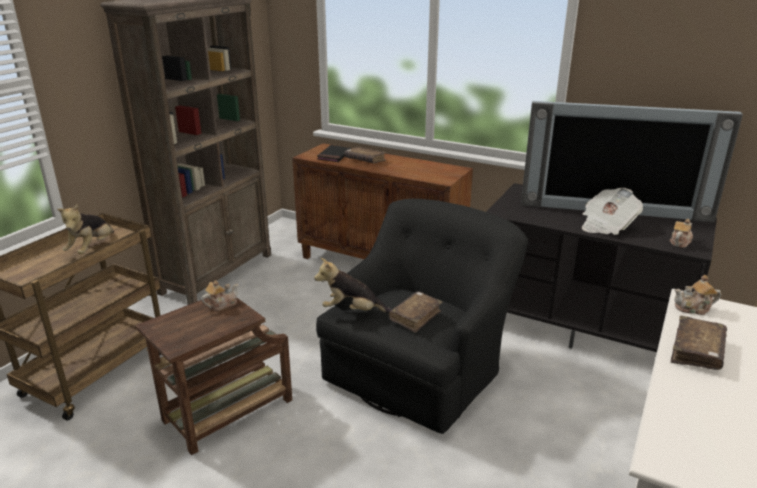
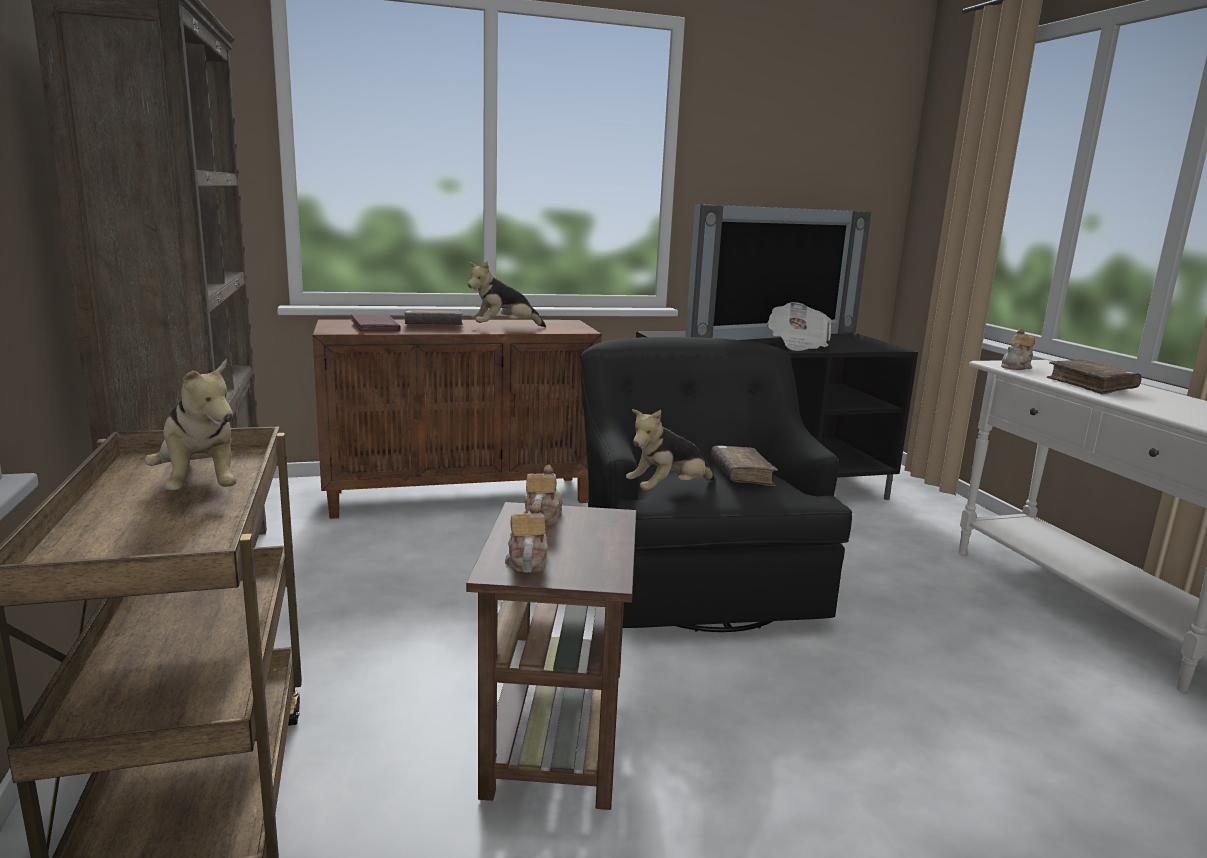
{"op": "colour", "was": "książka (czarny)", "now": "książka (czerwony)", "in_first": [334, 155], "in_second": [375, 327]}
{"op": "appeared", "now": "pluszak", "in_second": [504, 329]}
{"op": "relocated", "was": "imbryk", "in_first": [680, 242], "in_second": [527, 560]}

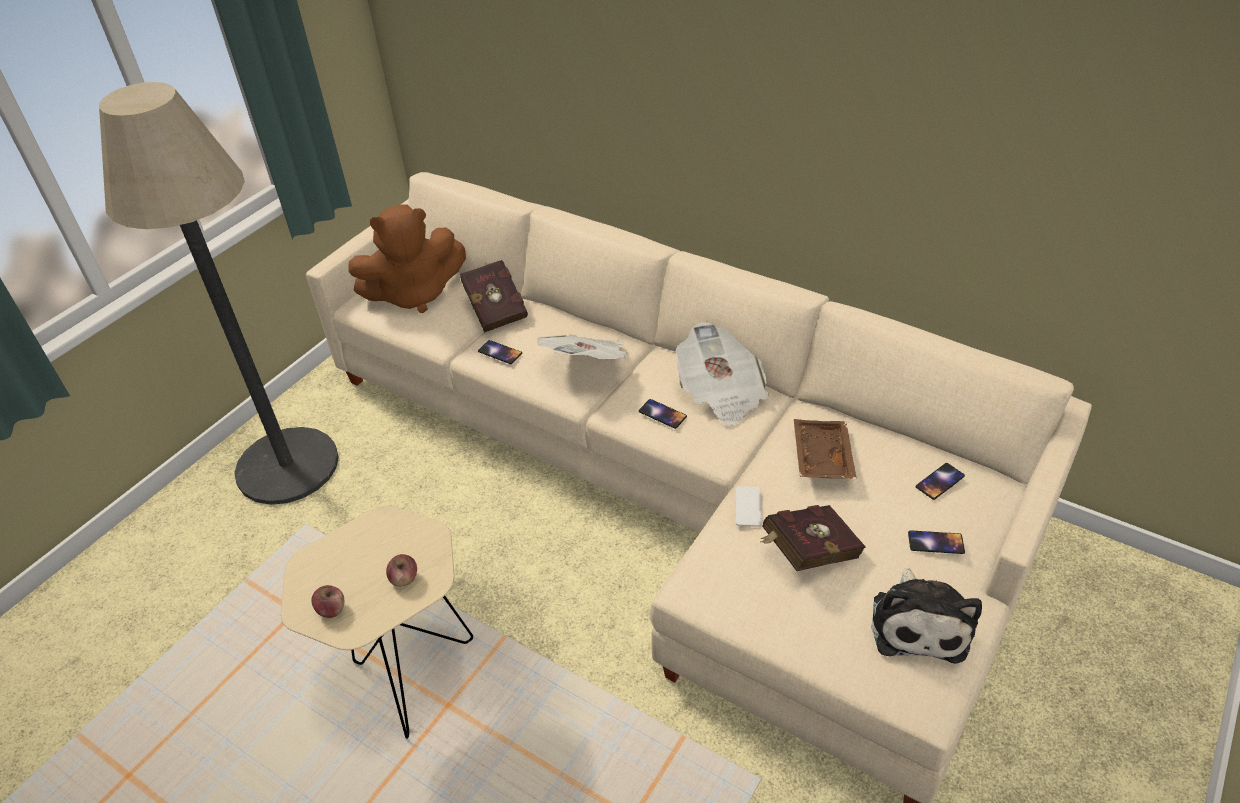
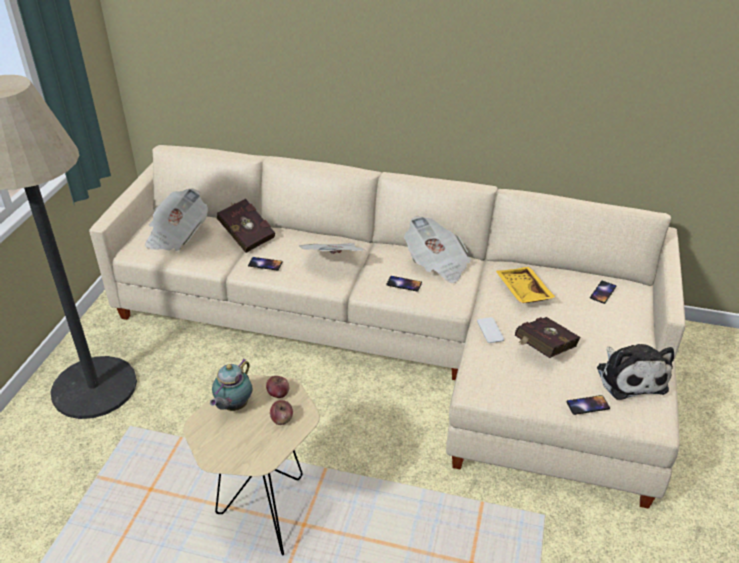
{"op": "exchanged", "was": "pluszak (brązowy)", "now": "gazeta", "in_first": [414, 294], "in_second": [177, 235]}
{"op": "appeared", "now": "imbryk", "in_second": [233, 406]}
{"op": "relocated", "was": "jabłko", "in_first": [332, 609], "in_second": [278, 393]}
{"op": "colour", "was": "taca (brązowy)", "now": "taca (żółty)", "in_first": [820, 457], "in_second": [522, 292]}
{"op": "relocated", "was": "telefon", "in_first": [935, 542], "in_second": [587, 405]}

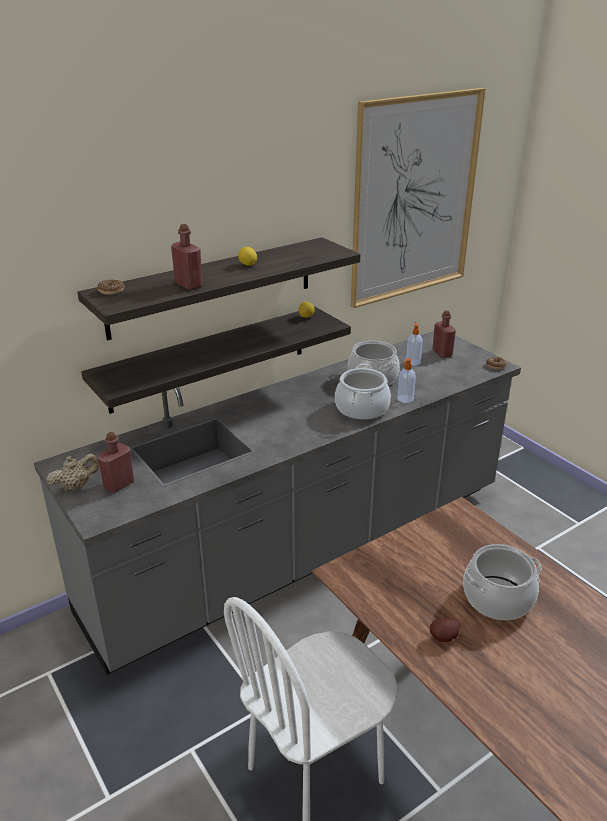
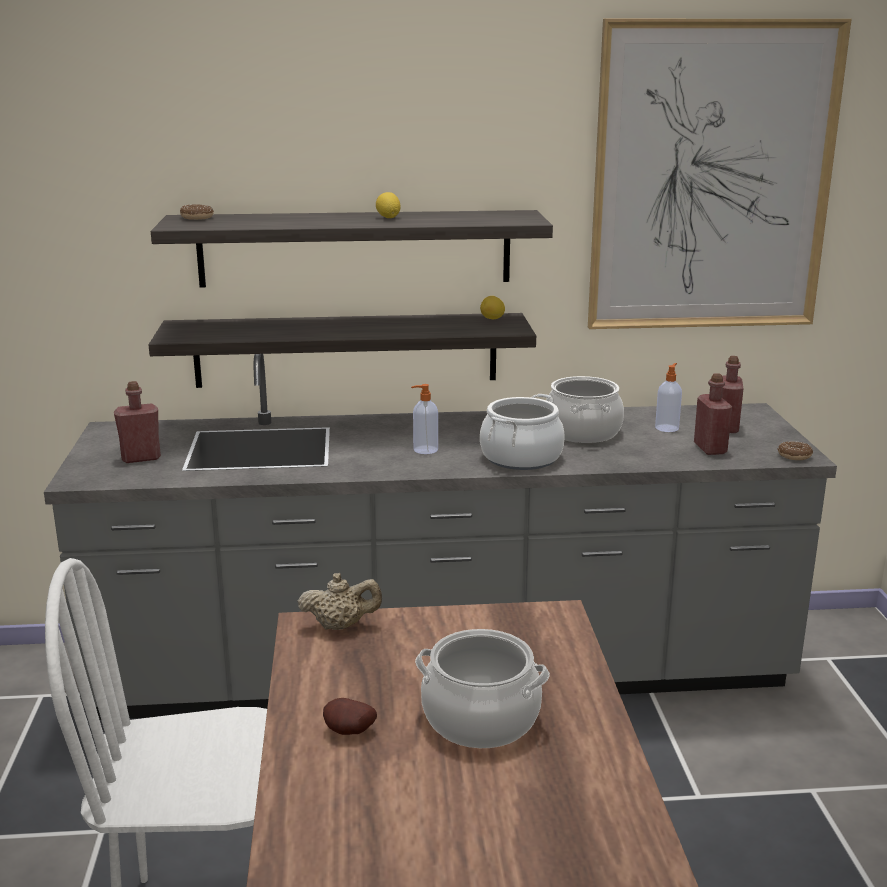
{"op": "relocated", "was": "imbryk (beżowy)", "in_first": [76, 486], "in_second": [341, 626]}
{"op": "relocated", "was": "dozownik mydła", "in_first": [405, 399], "in_second": [424, 450]}
{"op": "relocated", "was": "butelka (czerwony)", "in_first": [188, 285], "in_second": [710, 449]}

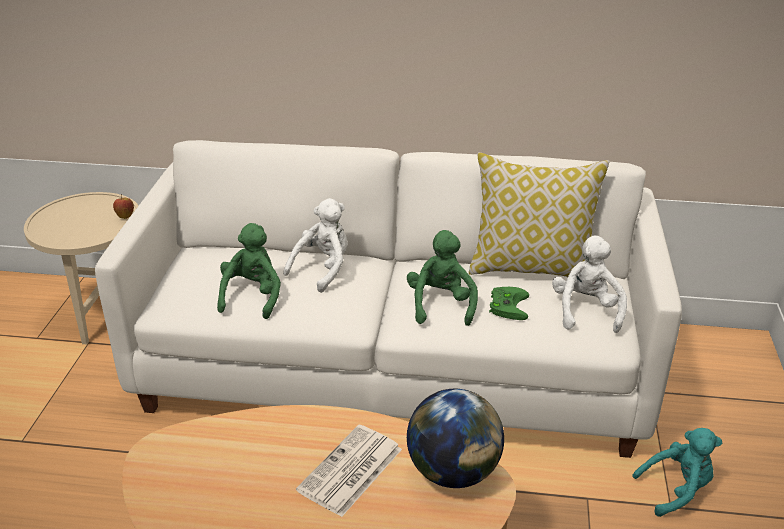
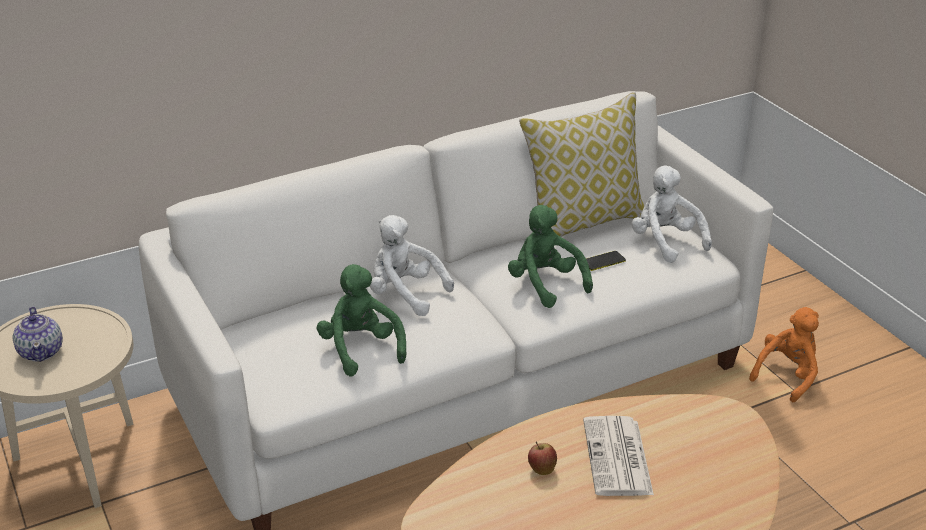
{"op": "appeared", "now": "imbryk", "in_second": [41, 351]}
{"op": "spun", "was": "pluszak (biały)", "in_first": [323, 269], "in_second": [405, 294], "clockwise": -60}
{"op": "relocated", "was": "jabłko", "in_first": [125, 216], "in_second": [541, 469]}
{"op": "exchanged", "was": "pad do gier (zielony)", "now": "telefon", "in_first": [507, 305], "in_second": [603, 261]}
{"op": "colour", "was": "pluszak (turkusowy)", "now": "pluszak (pomarańczowy)", "in_first": [676, 489], "in_second": [787, 376]}
{"op": "missing", "was": "globus", "in_first": [453, 472]}

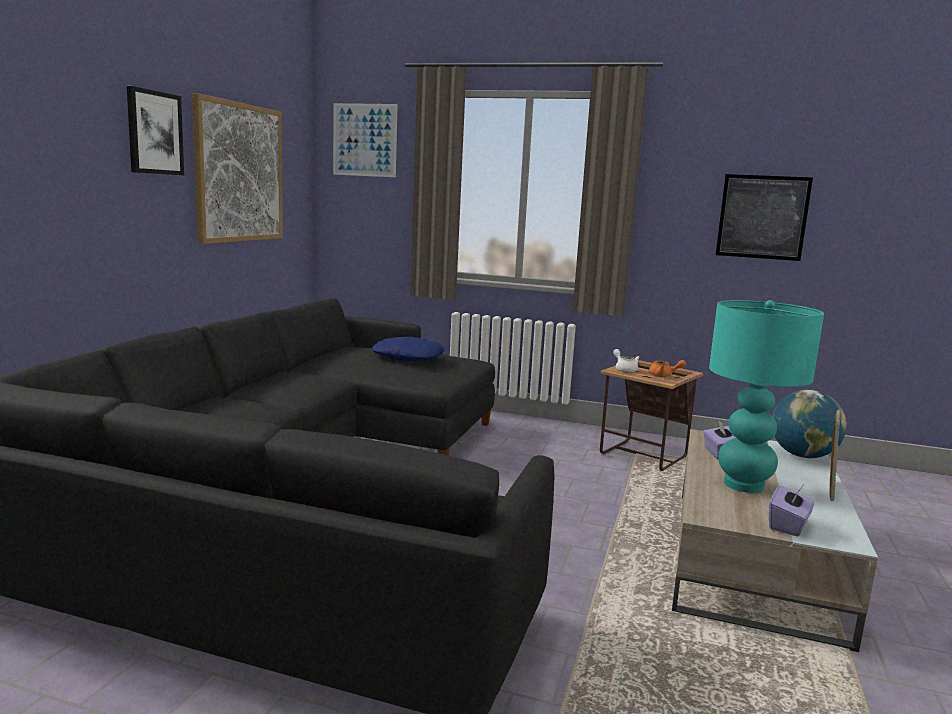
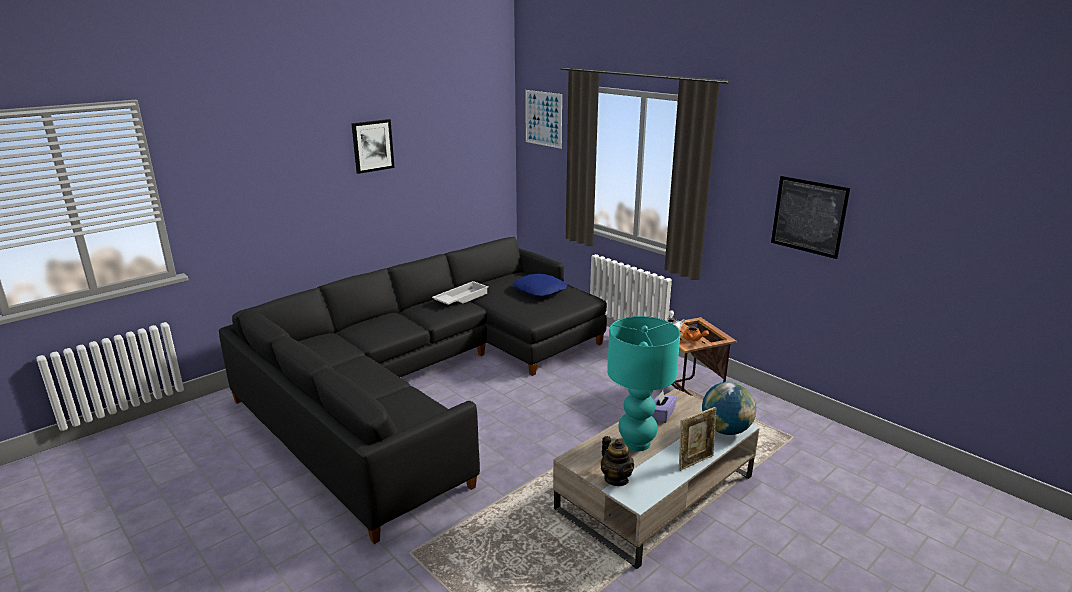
{"op": "appeared", "now": "taca (biały)", "in_second": [461, 298]}
{"op": "exchanged", "was": "pudełko chusteczek (fioletowy)", "now": "imbryk", "in_first": [788, 526], "in_second": [616, 479]}
{"op": "missing", "was": "obraz", "in_first": [239, 173]}

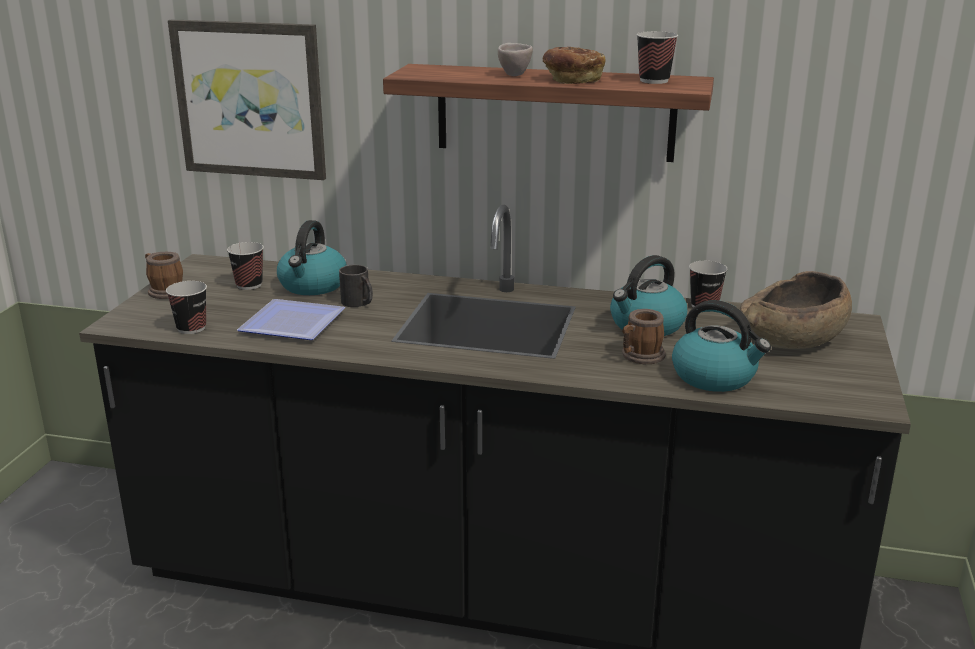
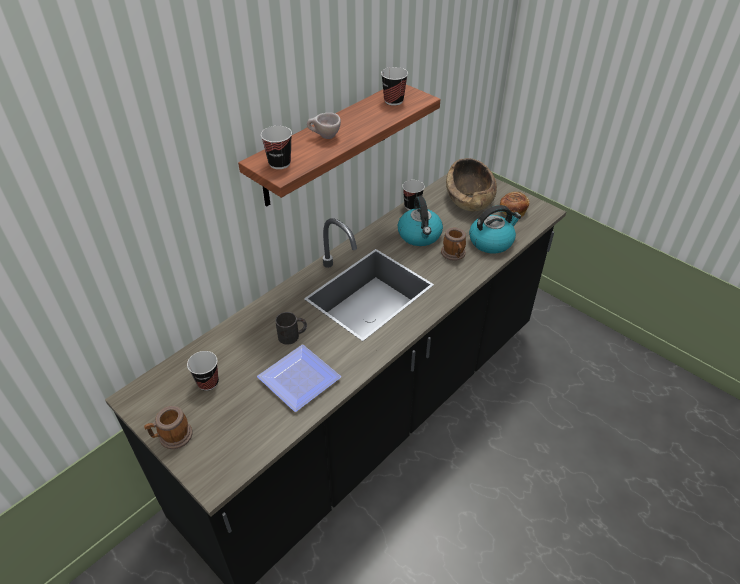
{"op": "relocated", "was": "filiżanka", "in_first": [191, 328], "in_second": [279, 163]}
{"op": "relocated", "was": "chleb", "in_first": [571, 80], "in_second": [512, 211]}
{"op": "missing", "was": "obraz", "in_first": [250, 99]}
{"op": "missing", "was": "czajnik", "in_first": [313, 285]}

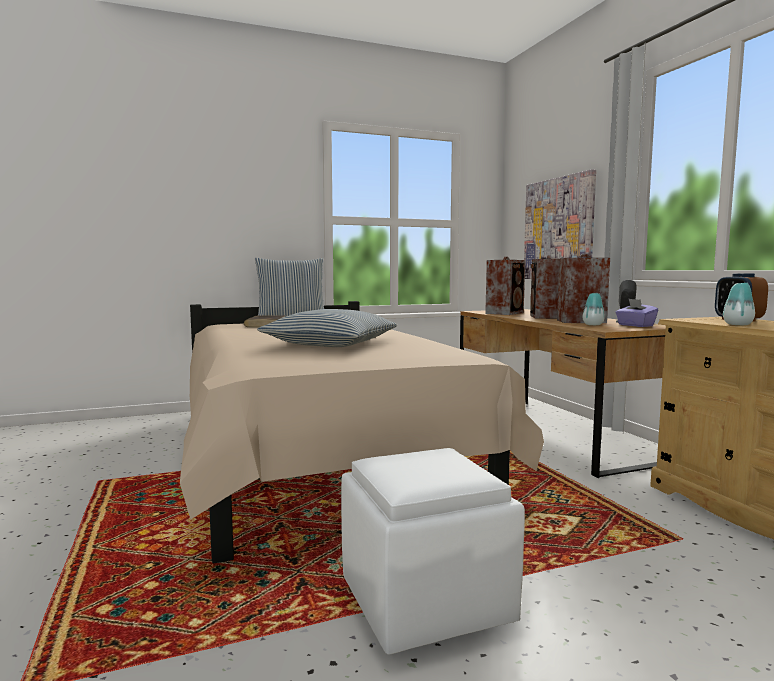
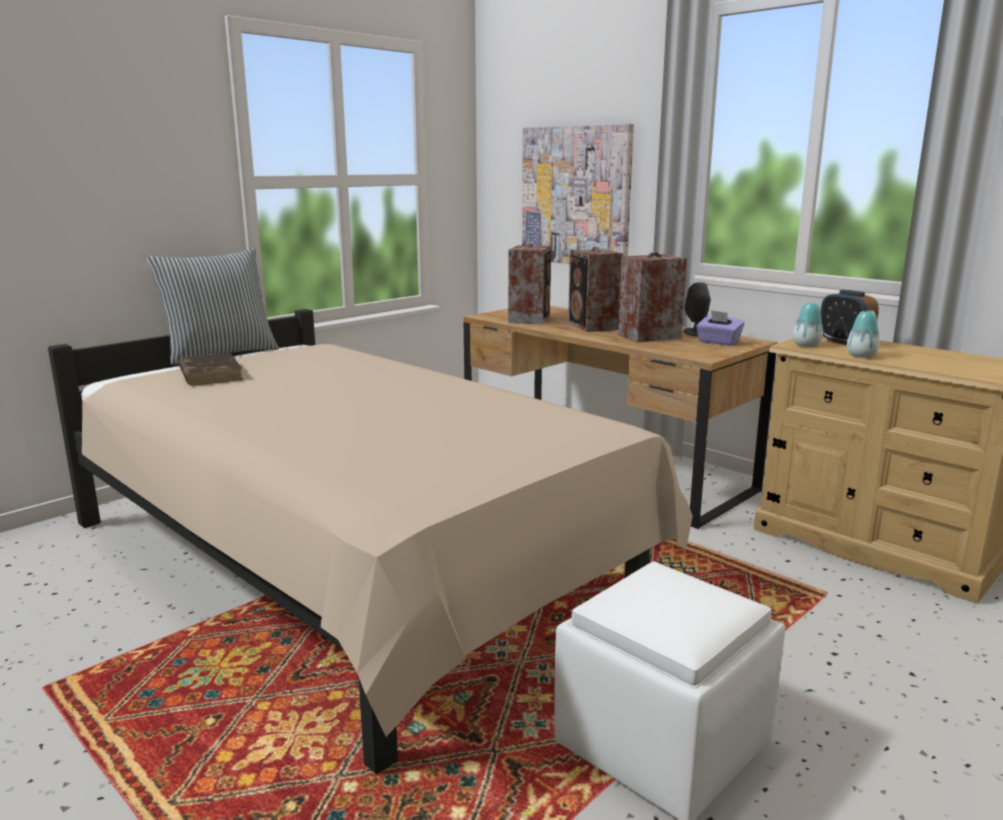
{"op": "relocated", "was": "wazon", "in_first": [593, 324], "in_second": [806, 345]}
{"op": "missing", "was": "poduszka", "in_first": [331, 343]}

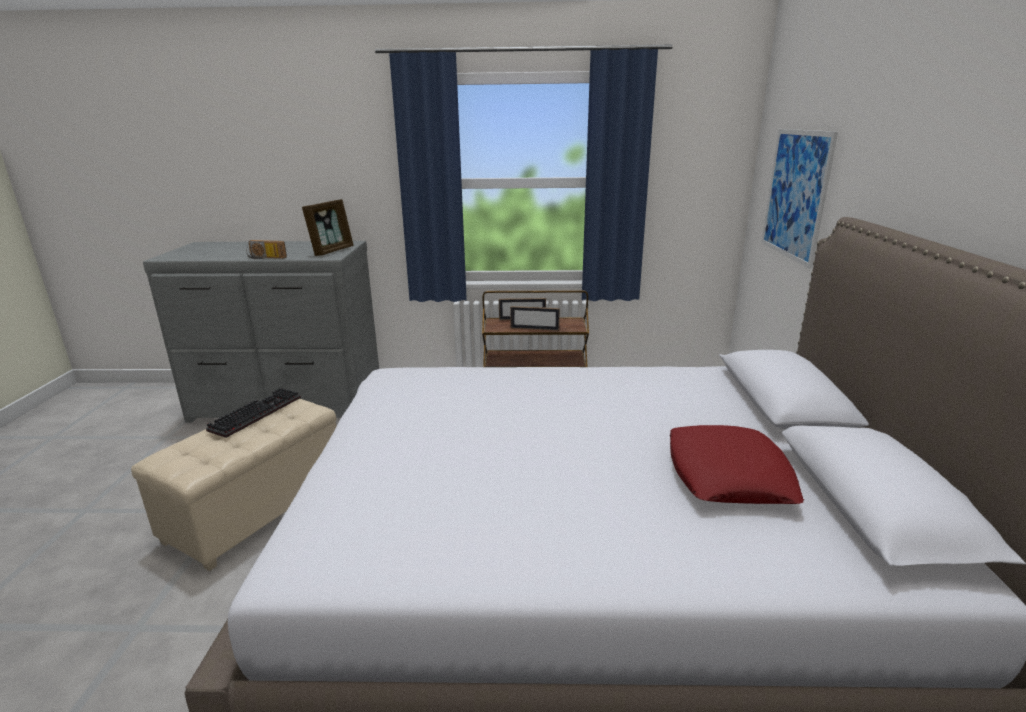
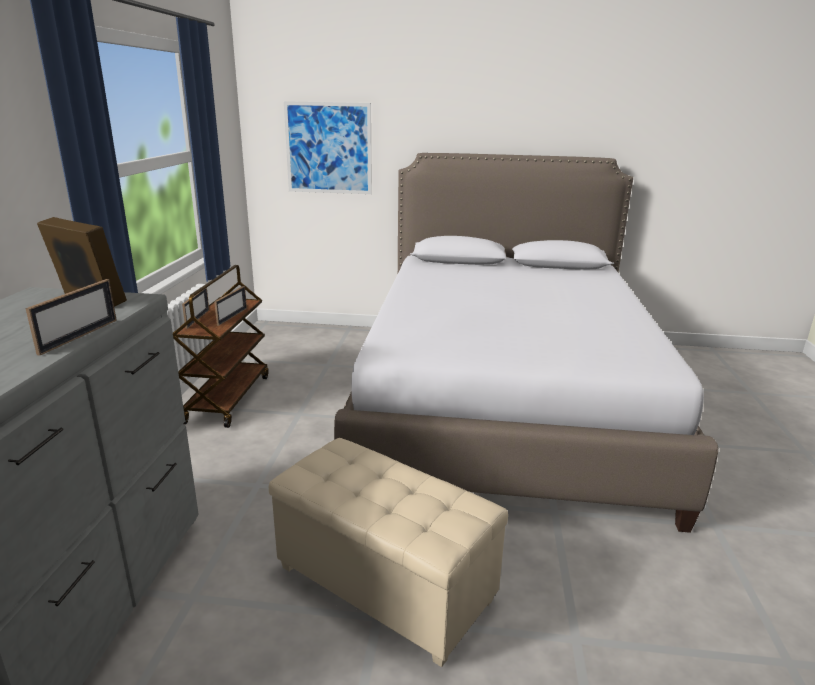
{"op": "exchanged", "was": "radio", "now": "ramka na zdjęcie", "in_first": [265, 258], "in_second": [79, 336]}
{"op": "missing", "was": "klawiatura", "in_first": [256, 413]}
{"op": "missing", "was": "poduszka (czerwony)", "in_first": [728, 475]}

